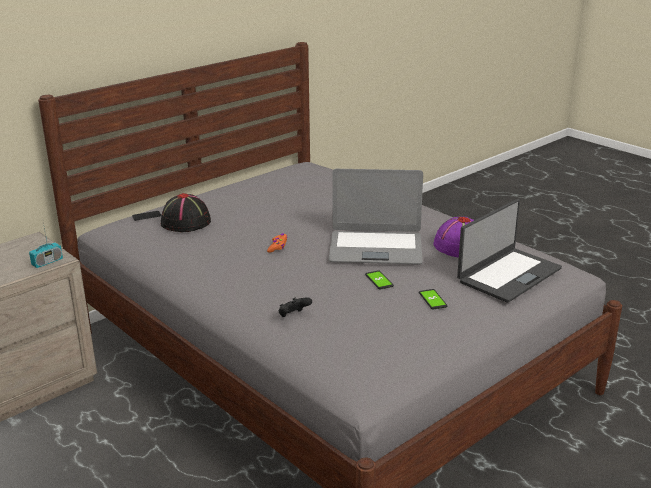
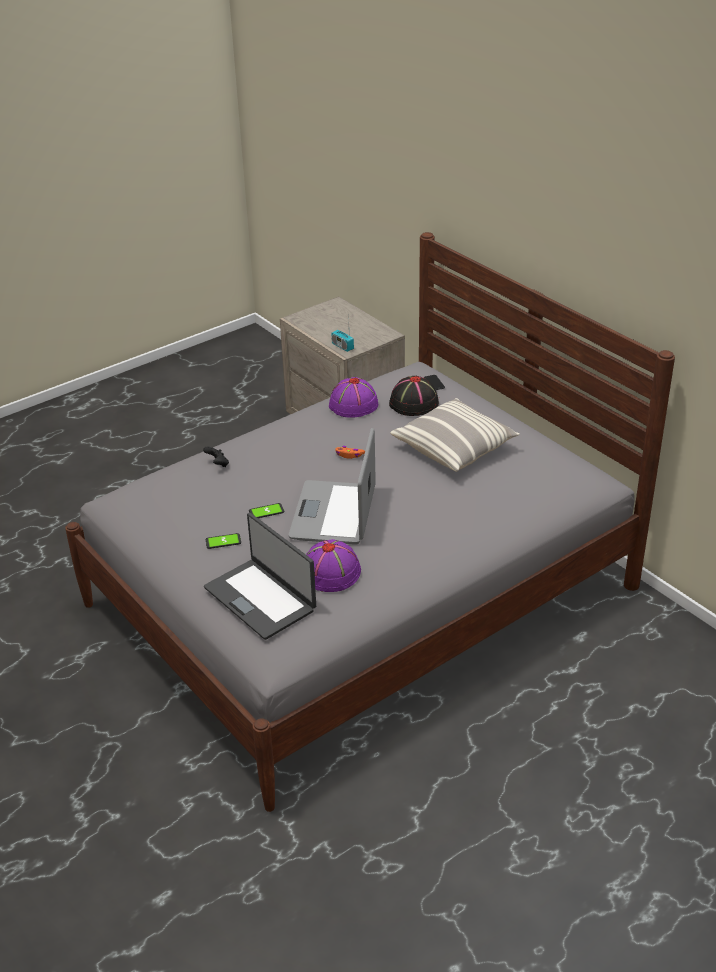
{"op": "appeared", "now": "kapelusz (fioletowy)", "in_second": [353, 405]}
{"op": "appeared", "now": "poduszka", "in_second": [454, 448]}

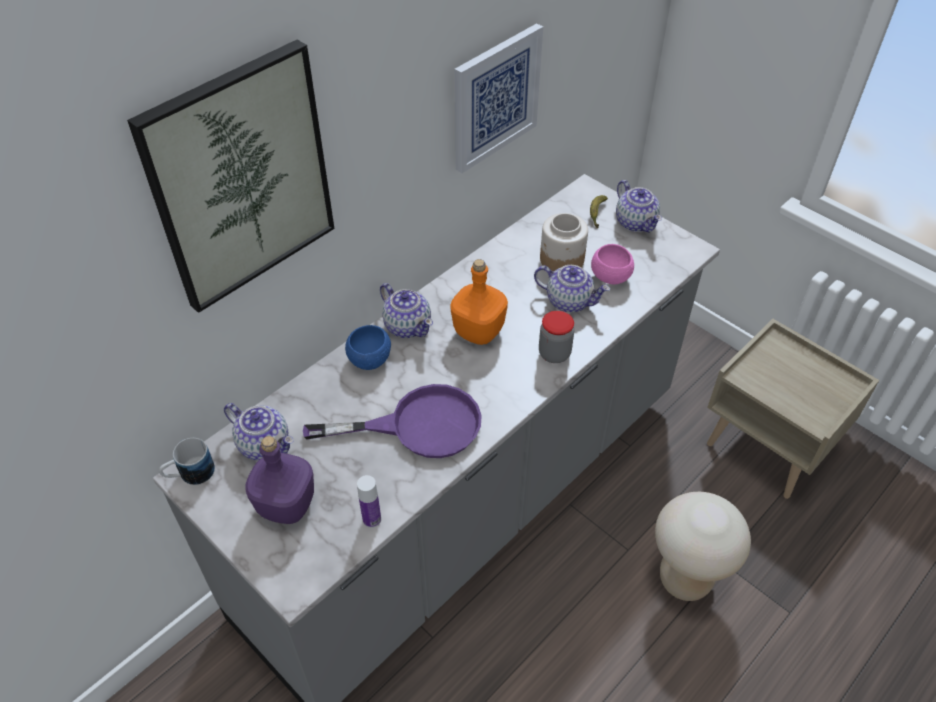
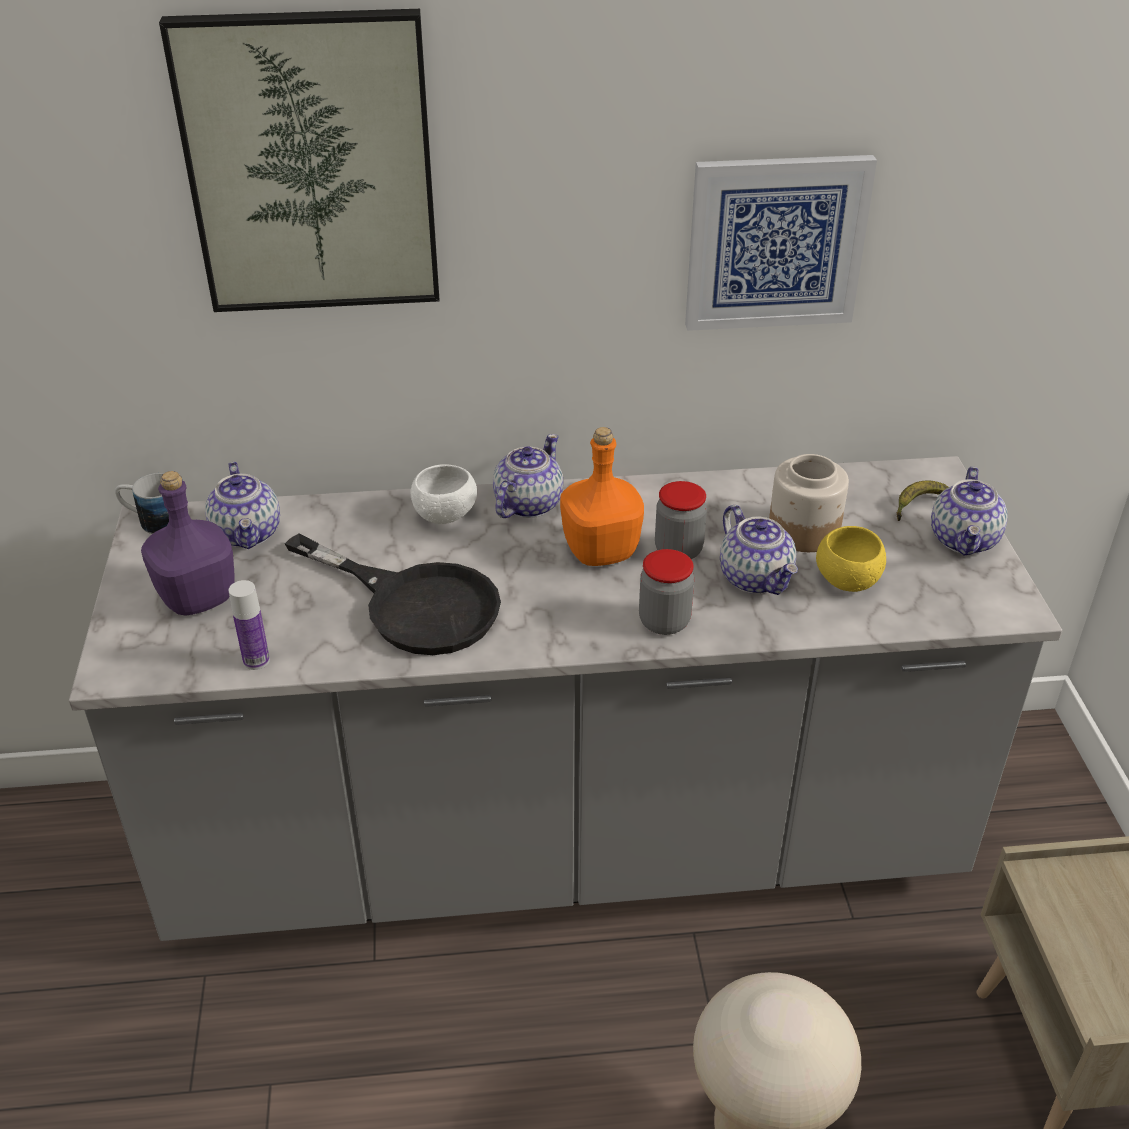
{"op": "colour", "was": "patelnia (fioletowy)", "now": "patelnia (czarny)", "in_first": [418, 426], "in_second": [414, 604]}
{"op": "colour", "was": "miska (niebieski)", "now": "miska (biały)", "in_first": [369, 360], "in_second": [445, 515]}
{"op": "spun", "was": "imbryk", "in_first": [407, 325], "in_second": [527, 505], "clockwise": -150}
{"op": "appeared", "now": "słoik", "in_second": [678, 550]}
{"op": "colour", "was": "miska (różowy)", "now": "miska (żółty)", "in_first": [610, 277], "in_second": [846, 581]}

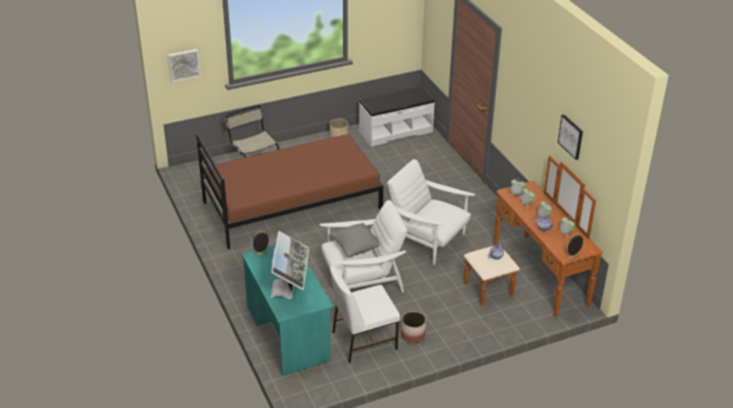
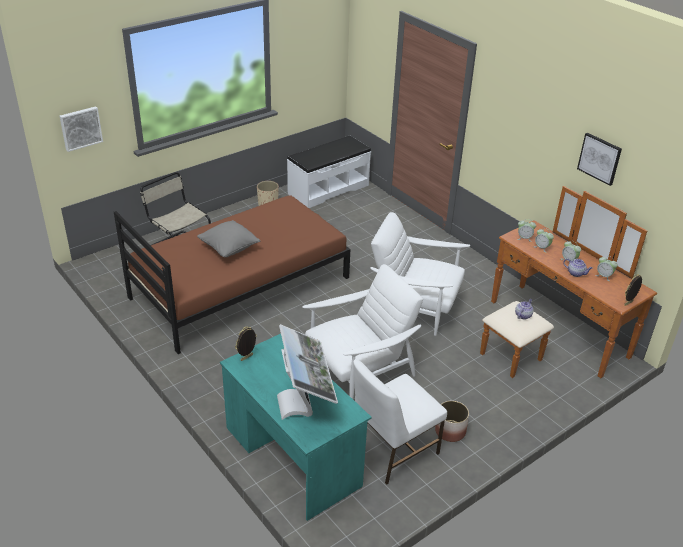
{"op": "relocated", "was": "poduszka (szary)", "in_first": [355, 248], "in_second": [229, 249]}

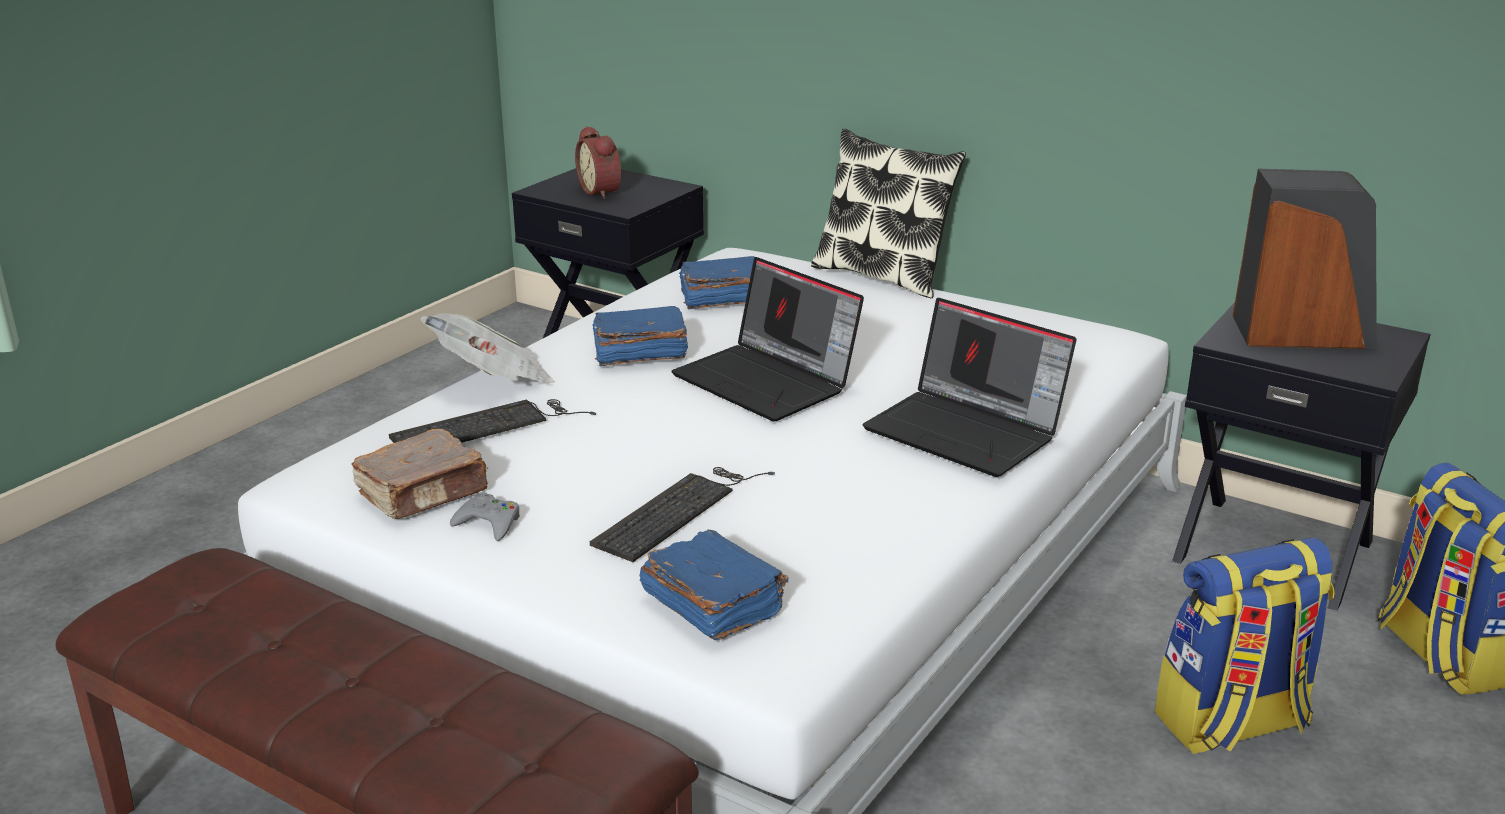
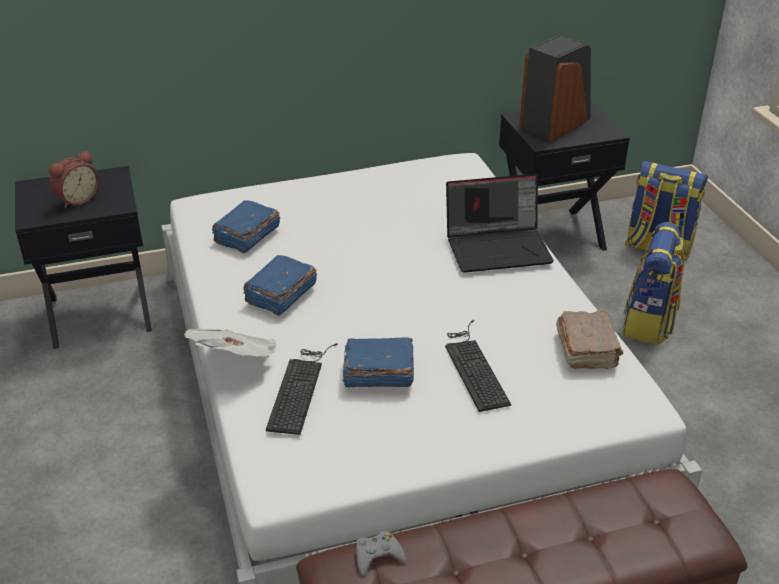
{"op": "spun", "was": "budzik", "in_first": [602, 191], "in_second": [76, 199], "clockwise": -60}
{"op": "relocated", "was": "książka (niebieski)", "in_first": [712, 605], "in_second": [377, 374]}
{"op": "relocated", "was": "pad do gier (szary)", "in_first": [489, 523], "in_second": [378, 556]}
{"op": "relocated", "was": "książka (brązowy)", "in_first": [424, 493], "in_second": [587, 350]}
{"op": "missing", "was": "laptop", "in_first": [768, 381]}
{"op": "missing", "was": "poduszka", "in_first": [882, 276]}

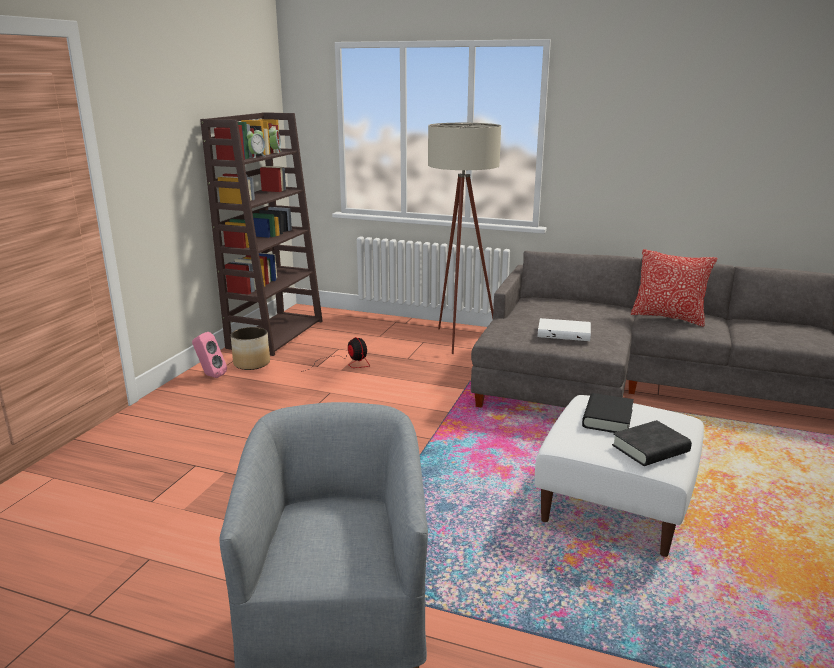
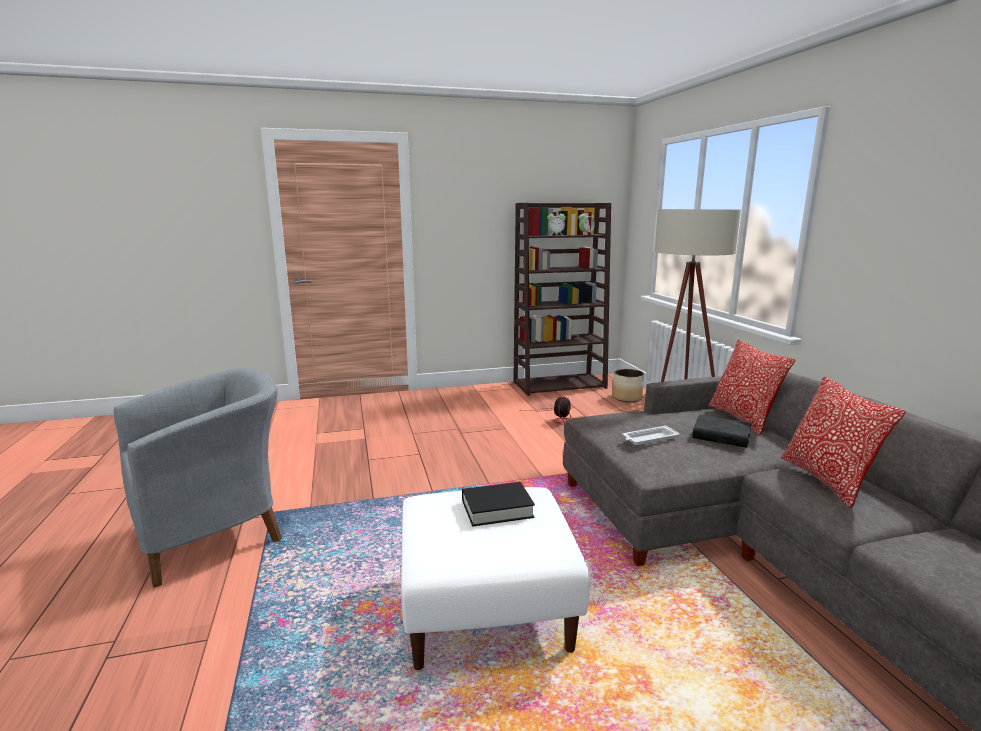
{"op": "relocated", "was": "donica", "in_first": [251, 363], "in_second": [626, 398]}
{"op": "exchanged", "was": "książka (biały)", "now": "taca (biały)", "in_first": [564, 332], "in_second": [649, 439]}
{"op": "relocated", "was": "książka (czarny)", "in_first": [650, 449], "in_second": [721, 436]}
{"op": "appeared", "now": "poduszka", "in_second": [743, 418]}
{"op": "missing", "was": "głośnik (różowy)", "in_first": [210, 375]}

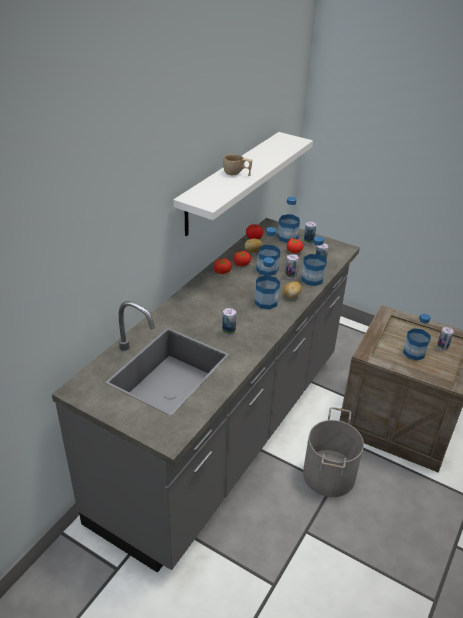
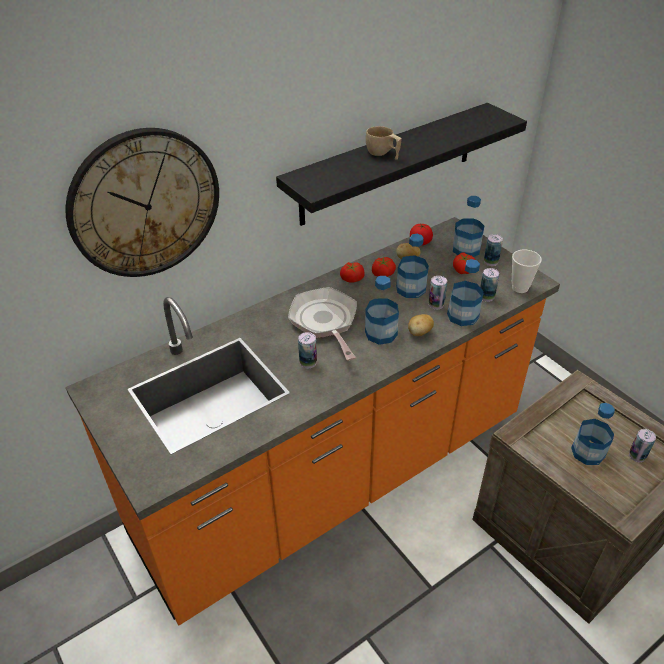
{"op": "appeared", "now": "zegar ścienny", "in_second": [145, 204]}
{"op": "colour", "was": "zabudowa kuchenna (szary)", "now": "zabudowa kuchenna (pomarańczowy)", "in_first": [226, 433], "in_second": [334, 478]}
{"op": "colour", "was": "półka (biały)", "now": "półka (czarny)", "in_first": [231, 182], "in_second": [389, 164]}
{"op": "appeared", "now": "patelnia", "in_second": [325, 322]}
{"op": "appeared", "now": "filiżanka", "in_second": [520, 288]}
{"op": "missing", "was": "wiadro (szary)", "in_first": [329, 475]}

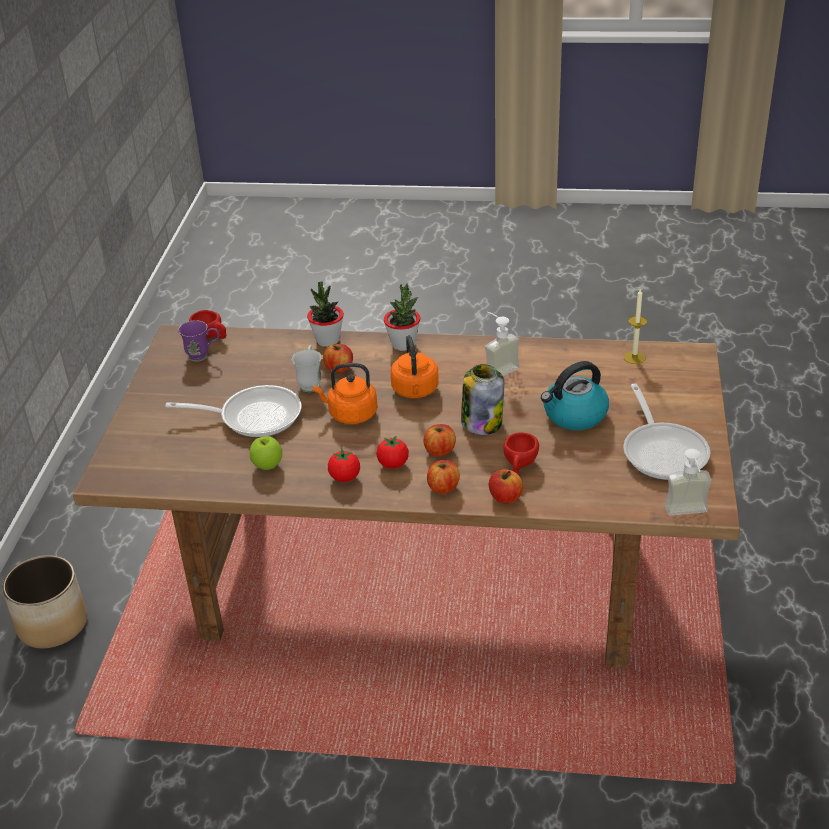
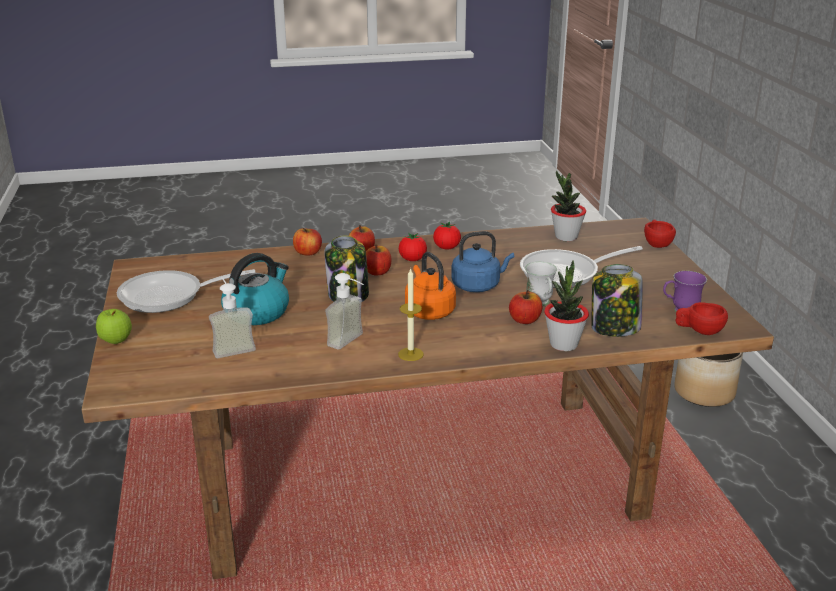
{"op": "relocated", "was": "jabłko", "in_first": [267, 465], "in_second": [116, 341]}
{"op": "spun", "was": "patelnia", "in_first": [663, 451], "in_second": [169, 296], "clockwise": -75}
{"op": "relocated", "was": "dozownik mydła", "in_first": [688, 515], "in_second": [232, 347]}
{"op": "relocated", "was": "świeca", "in_first": [634, 357], "in_second": [410, 354]}
{"op": "colour", "was": "czajnik (pomarańczowy)", "now": "czajnik (niebieski)", "in_first": [350, 414], "in_second": [478, 285]}
{"op": "relocated", "was": "roślina doniczkowa", "in_first": [403, 344], "in_second": [566, 237]}
{"op": "appeared", "now": "słoik", "in_second": [614, 328]}
{"op": "relocated", "was": "filiżanka (czerwony)", "in_first": [519, 465], "in_second": [656, 243]}

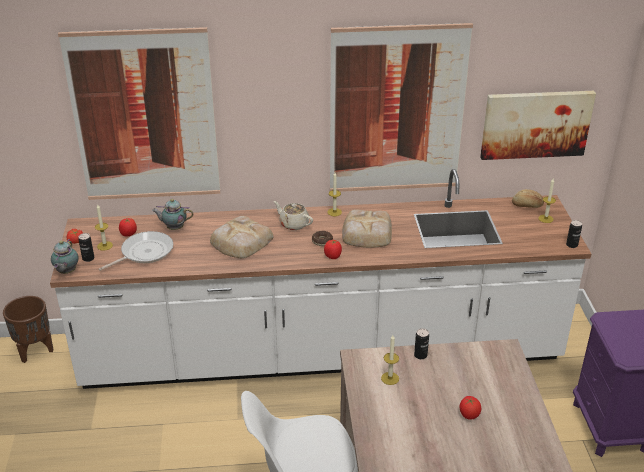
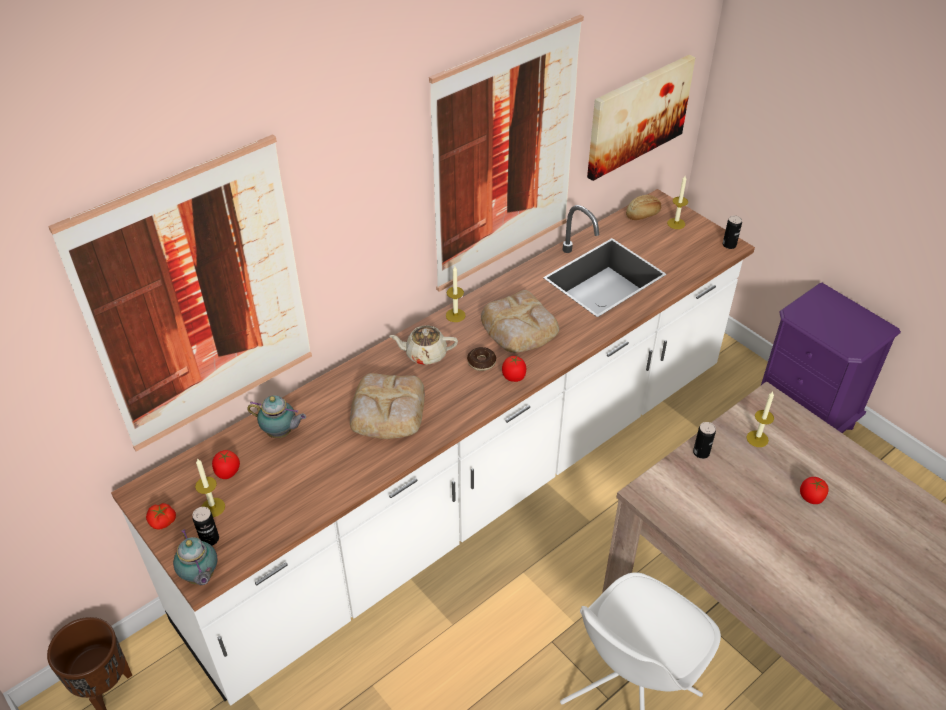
{"op": "spun", "was": "imbryk", "in_first": [174, 228], "in_second": [281, 433], "clockwise": -135}
{"op": "relocated", "was": "świeca", "in_first": [390, 378], "in_second": [757, 439]}
{"op": "missing", "was": "patelnia", "in_first": [144, 253]}

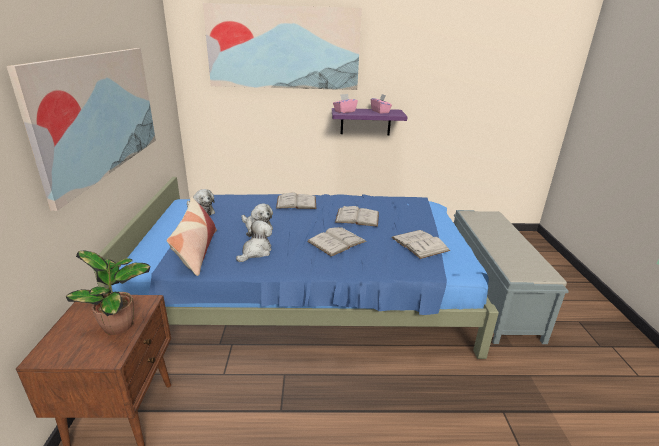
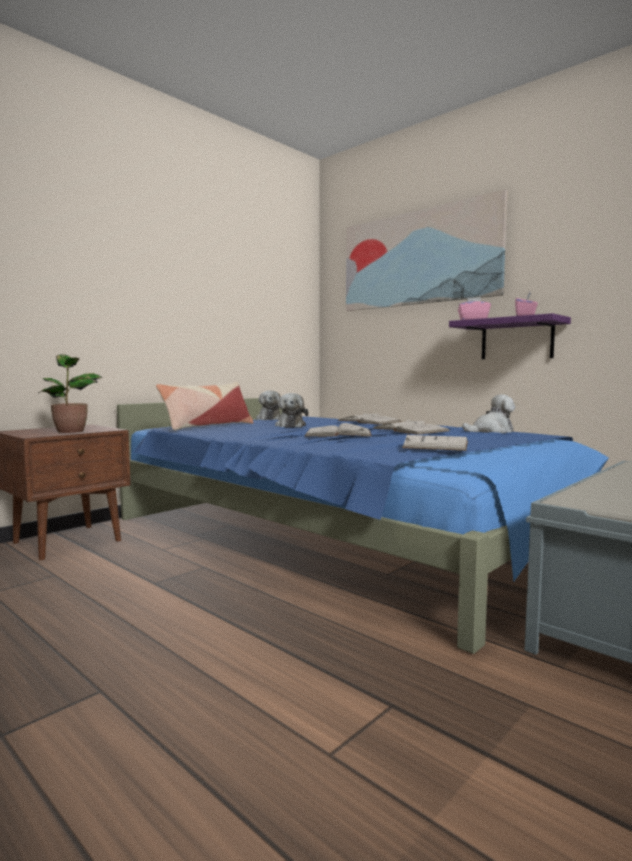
{"op": "relocated", "was": "pluszak", "in_first": [256, 252], "in_second": [491, 431]}
{"op": "missing", "was": "obraz", "in_first": [101, 114]}

